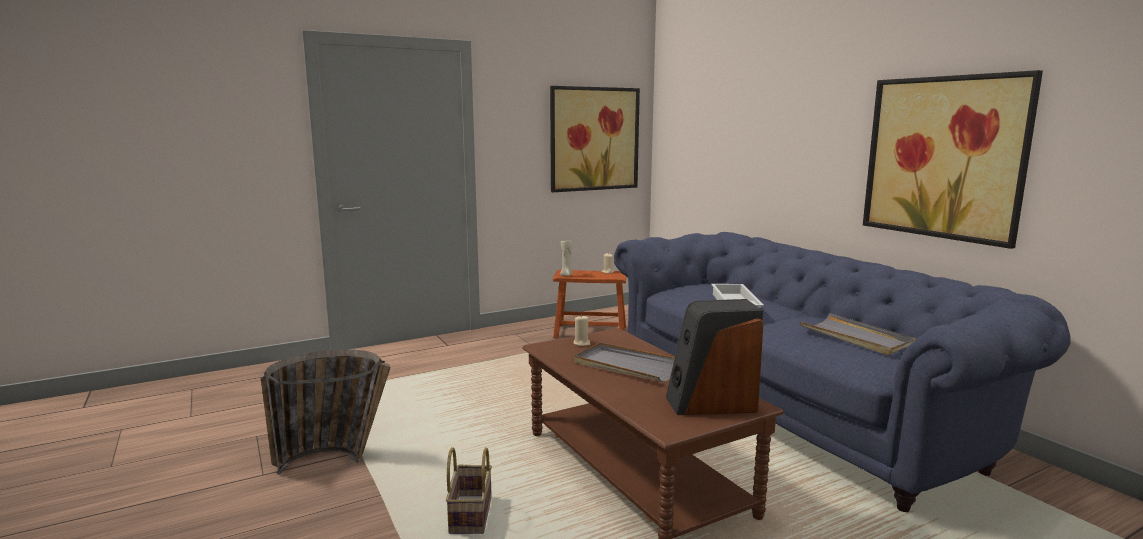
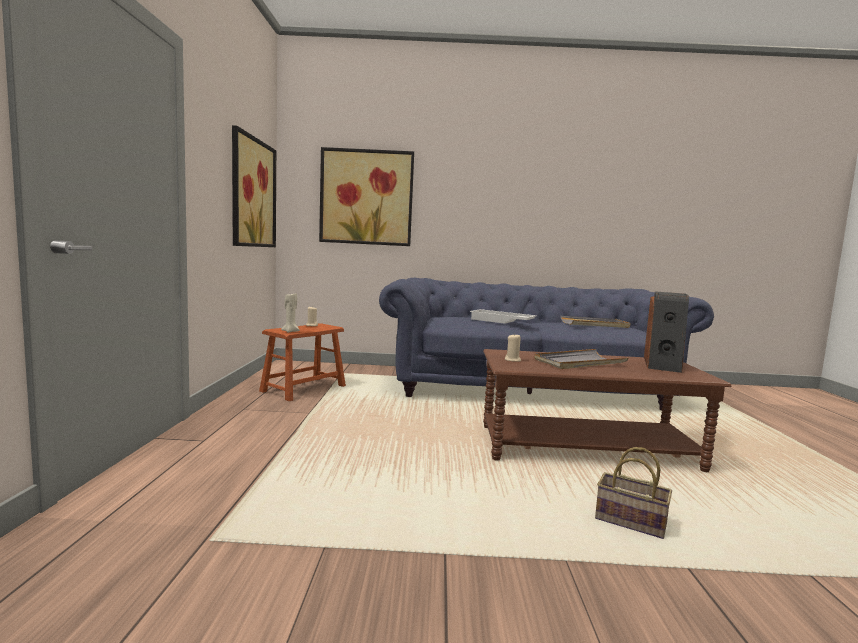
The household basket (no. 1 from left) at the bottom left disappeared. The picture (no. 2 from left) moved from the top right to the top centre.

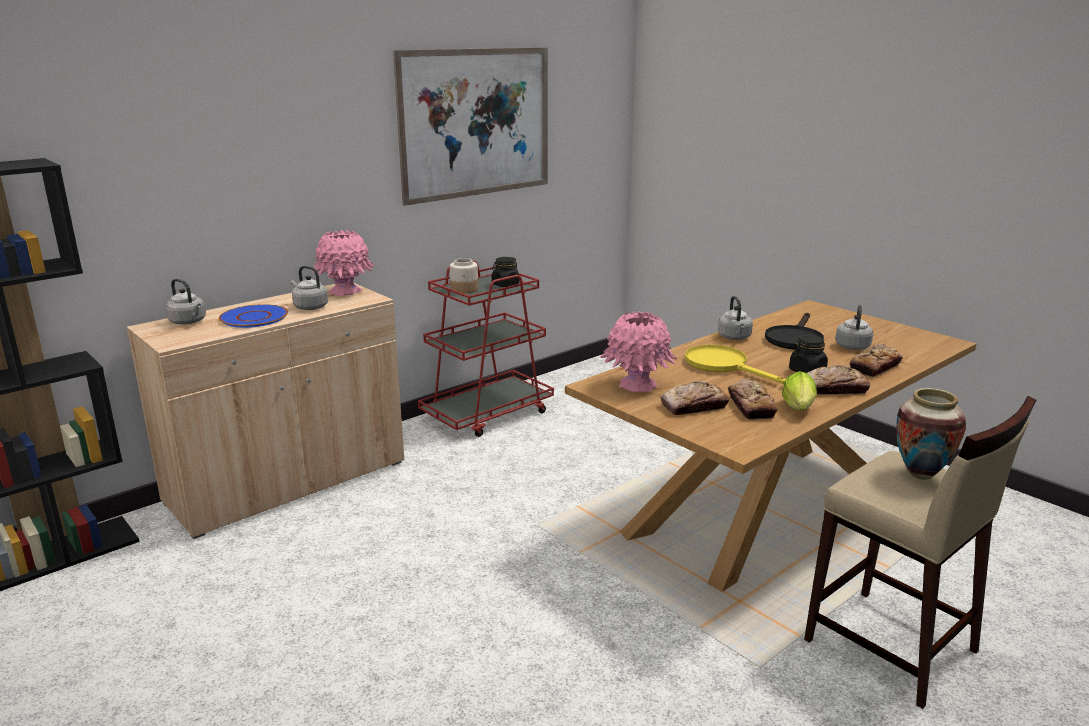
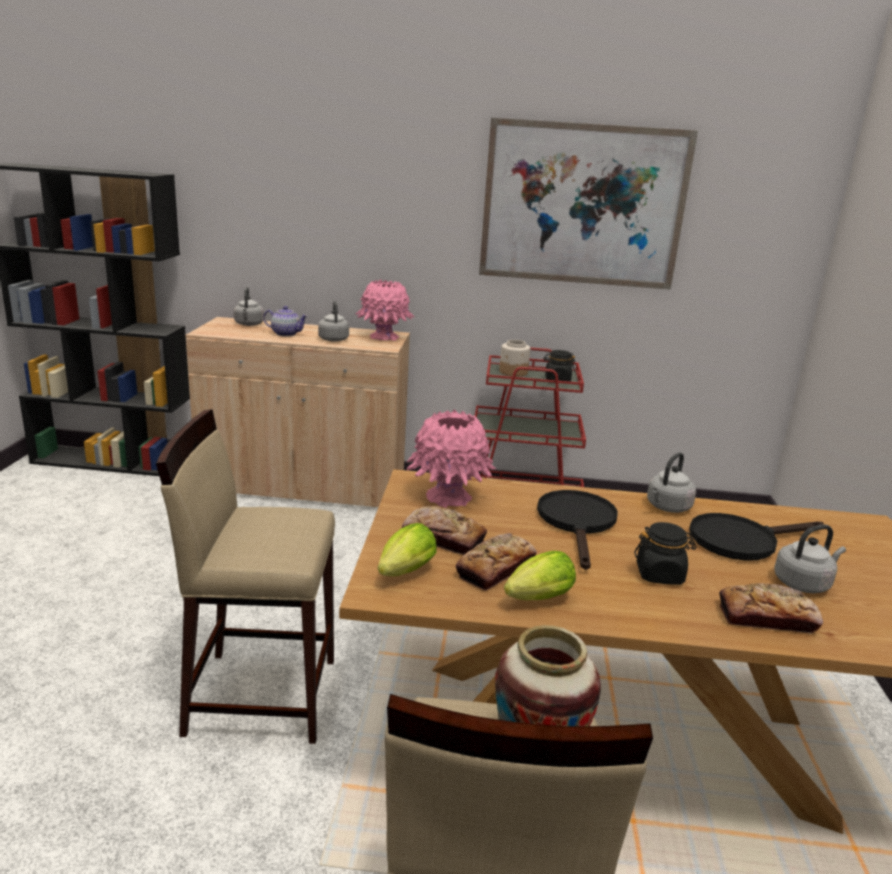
The bread (no. 3 from left) at the middle right disappeared. The beige sitting stool (no. 1 from left) at the middle left appeared. The lettuce (no. 1 from left) at the centre appeared. The blue flat dish at the middle left was replaced by the teapot at the middle left. The yellowish pan at the middle right became the blackish pan (no. 1 from left) at the centre.

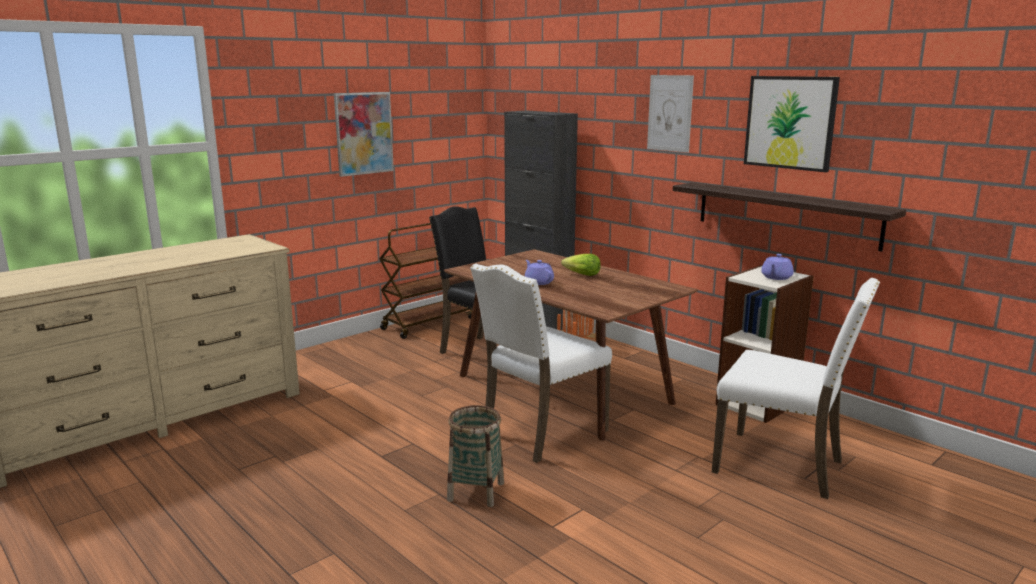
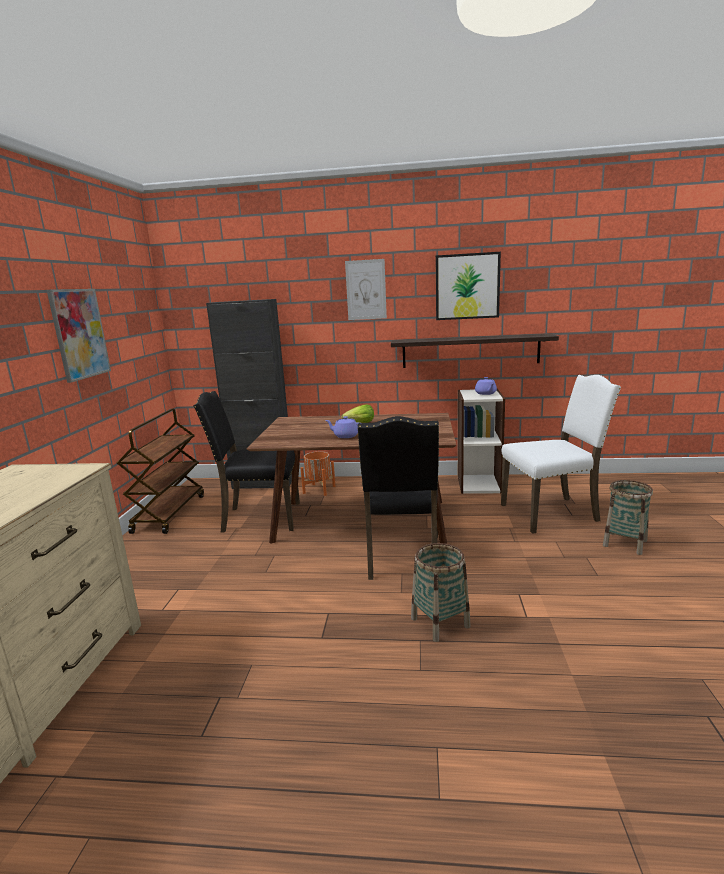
The household basket (no. 2 from left) at the middle right appeared. The white-coloured upright chair (no. 1 from left) at the centre became the blackish upright chair (no. 2 from left) at the centre.

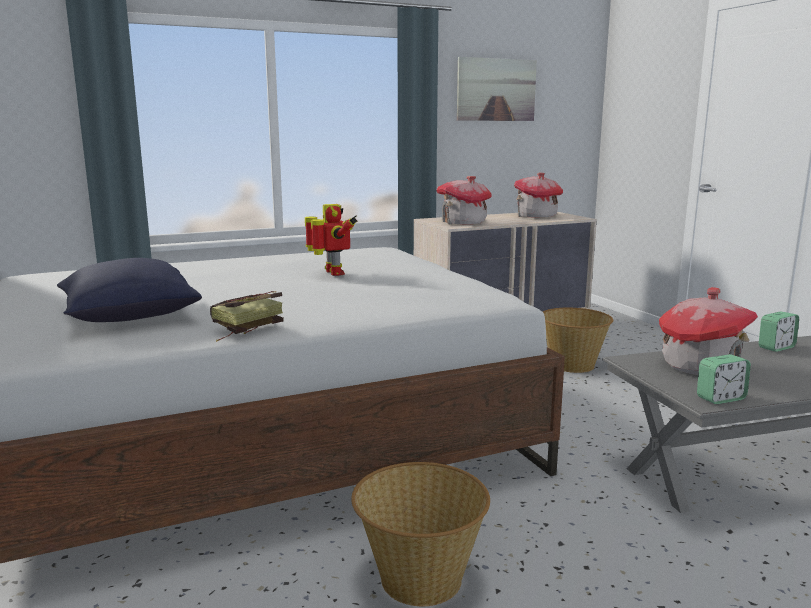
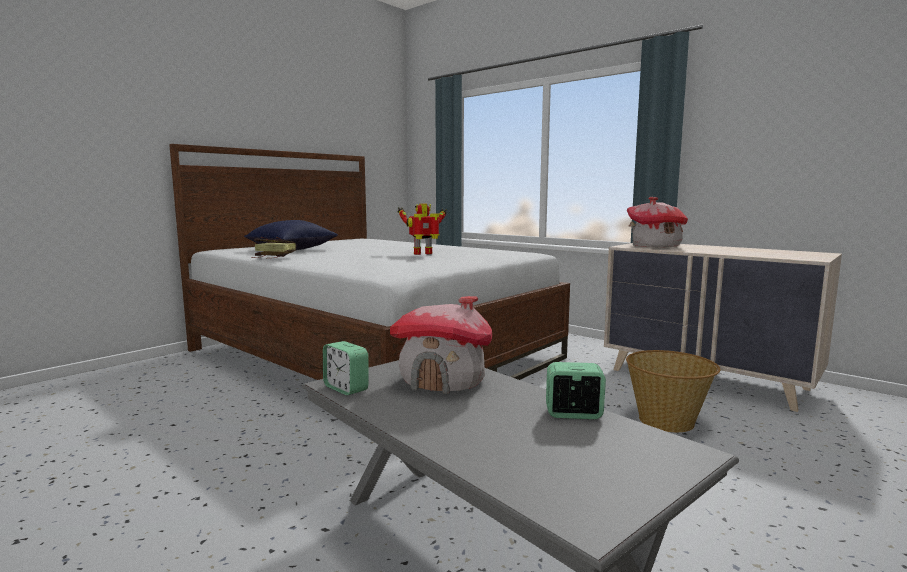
The household basket (no. 1 from left) at the bottom centre disappeared. The picture at the top centre disappeared. The miniature house (no. 2 from left) at the top centre disappeared. The toy robot at the centre turned 150 degrees counterclockwise. The table clock (no. 2 from left) at the middle right turned 150 degrees clockwise.

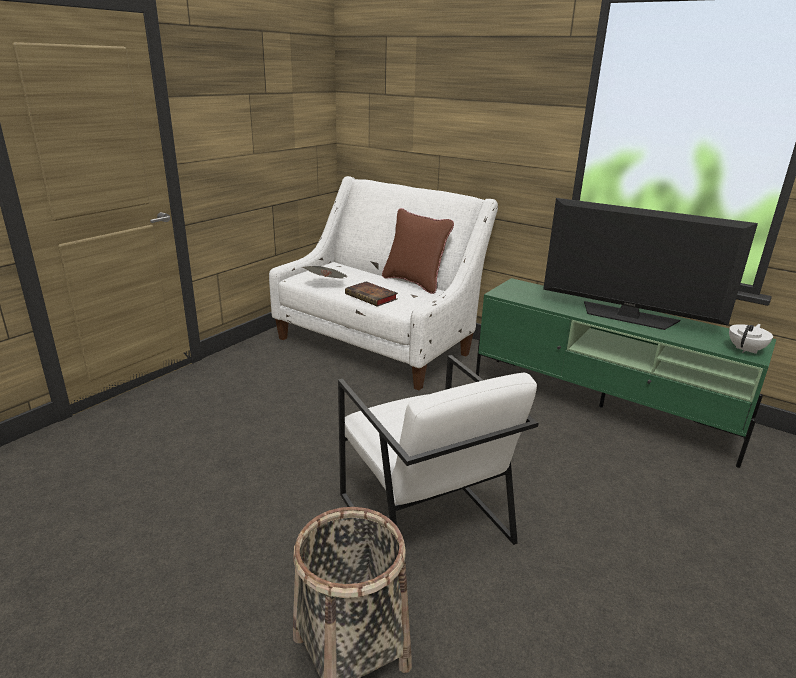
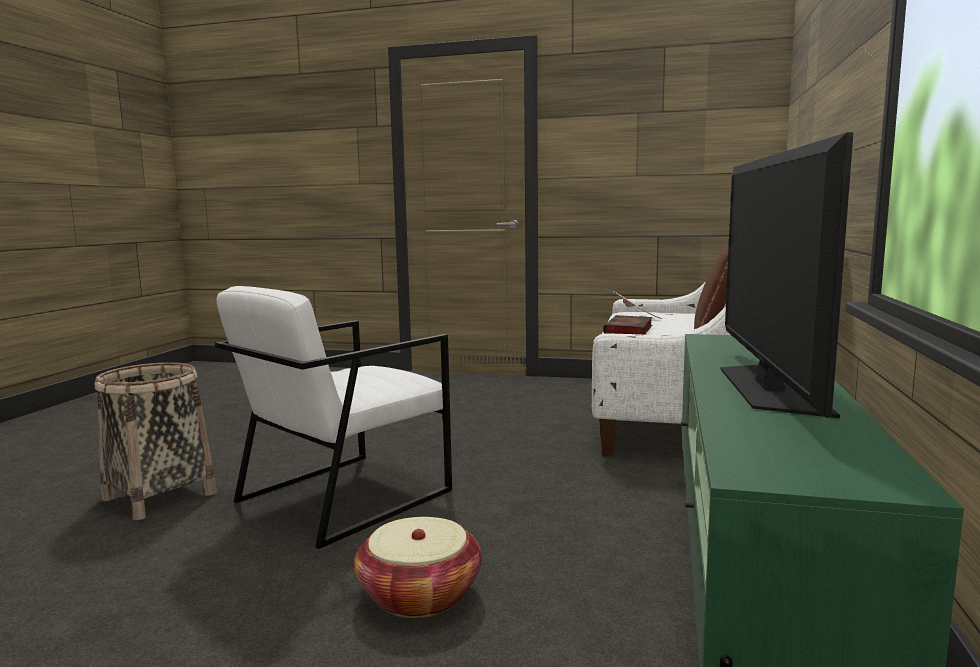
The white-coloured teapot at the middle right disappeared. The household basket (no. 2 from left) at the bottom centre appeared.

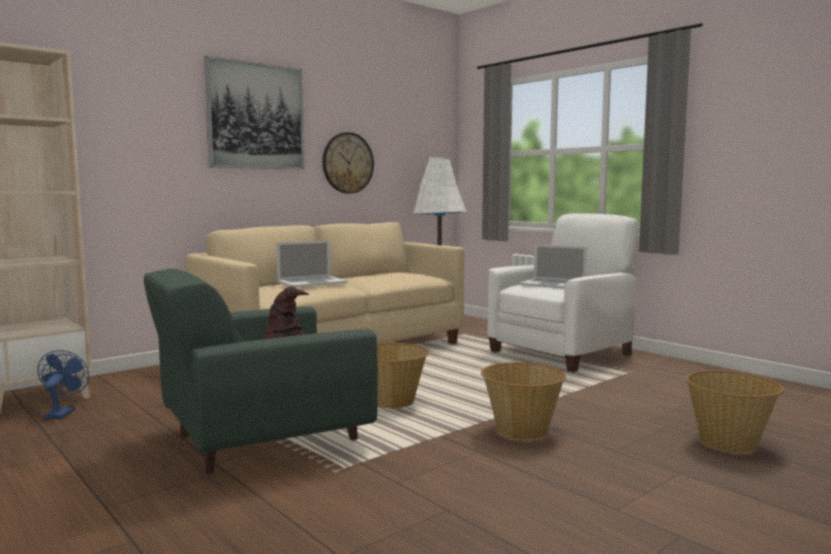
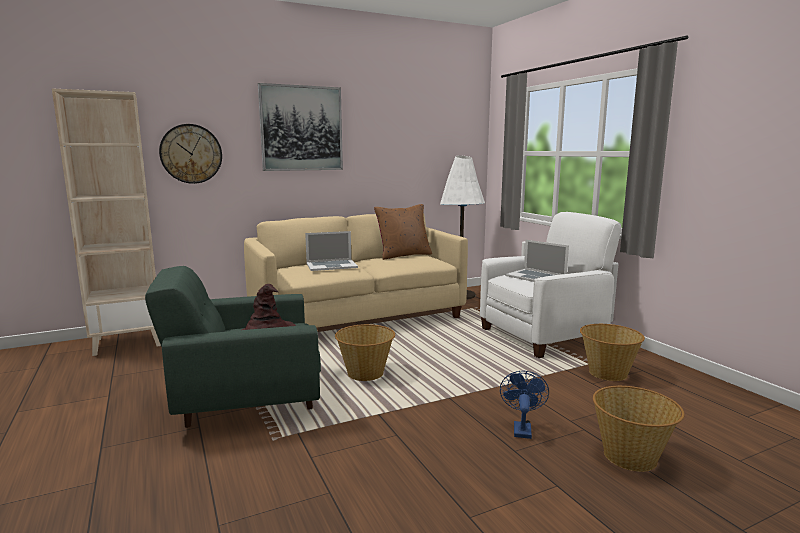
The brown throw pillow at the centre appeared. The blue fan moved from the bottom left to the bottom centre. The hanging clock moved from the top centre to the top left. The household basket (no. 2 from left) moved from the bottom centre to the middle right.

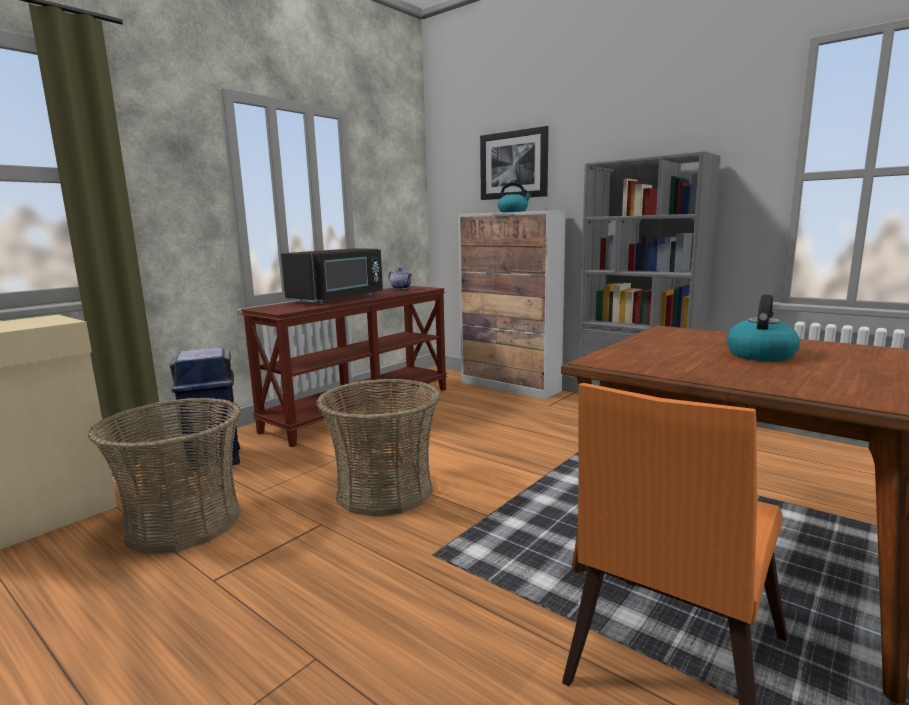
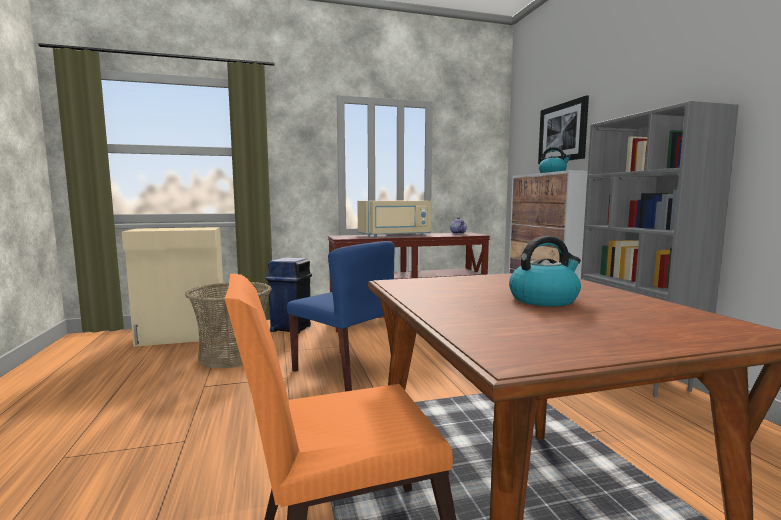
The household basket (no. 2 from left) at the centre was replaced by the blue upright chair at the centre. The blackish microwave at the centre became the beige microwave at the centre.

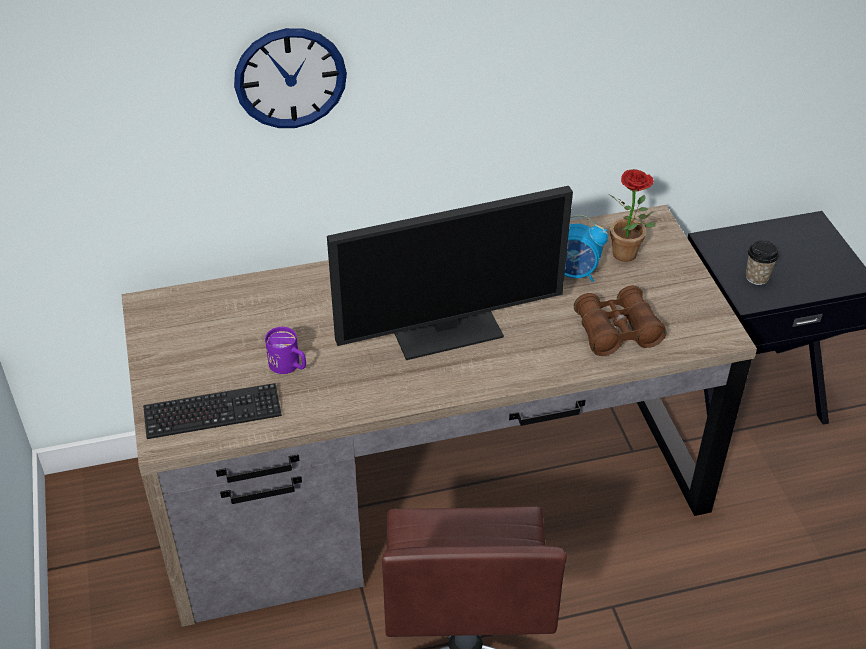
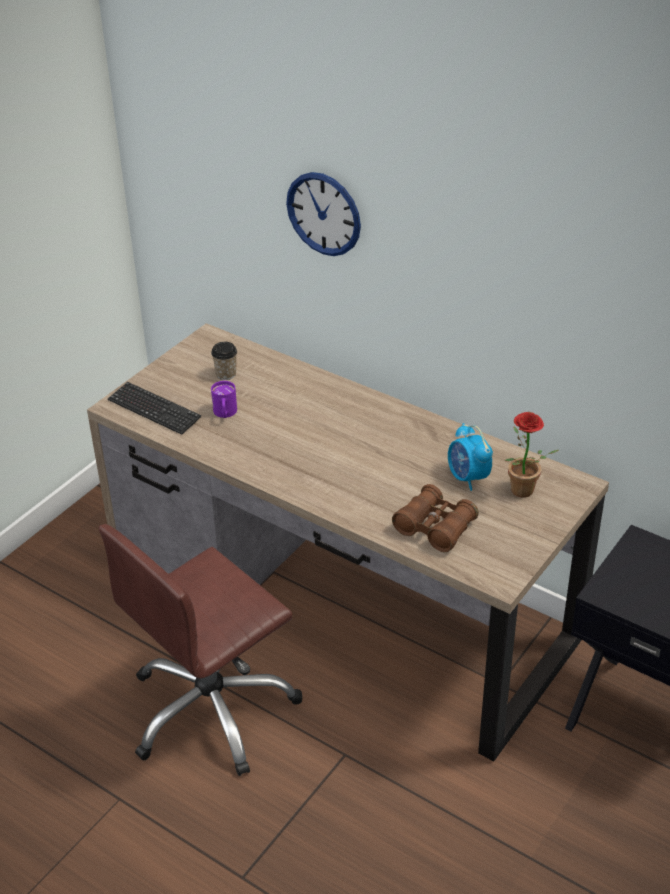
The computer display at the centre disappeared. The cup moved from the middle right to the centre.

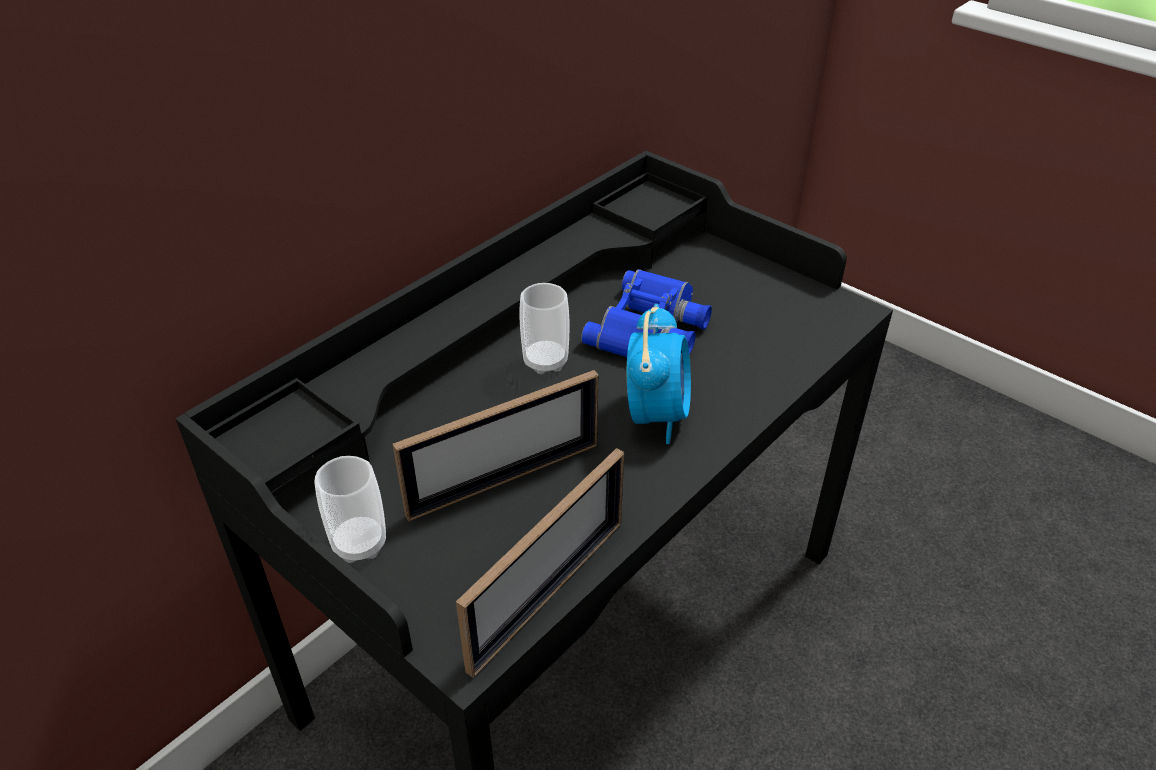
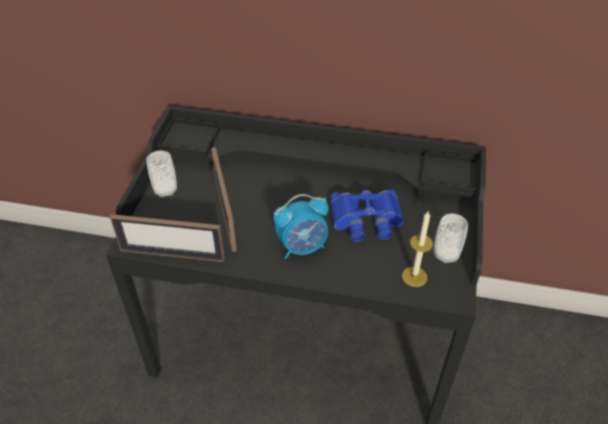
The candle at the middle right appeared. The cup (no. 2 from left) moved from the centre to the middle right. The picture frame (no. 1 from left in the first image) at the centre turned 45 degrees clockwise.

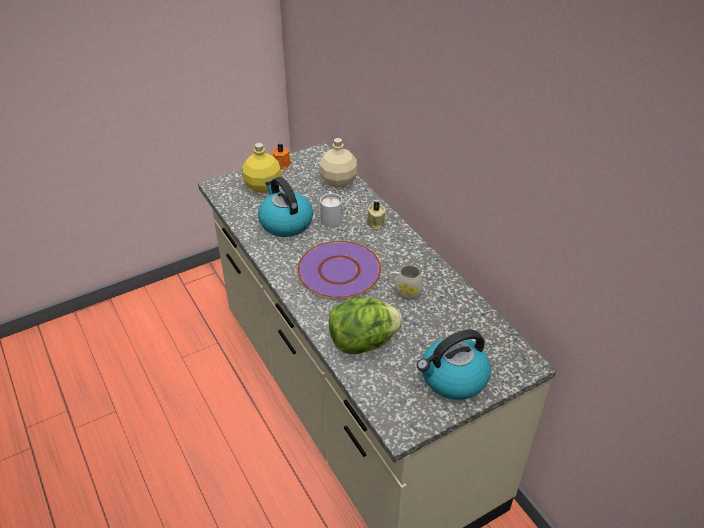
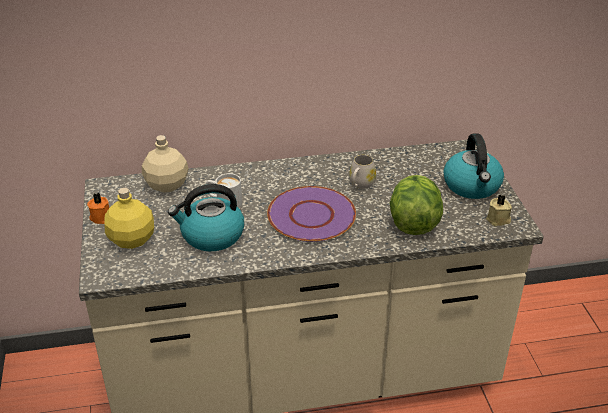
The beige candle moved from the centre to the middle right.

